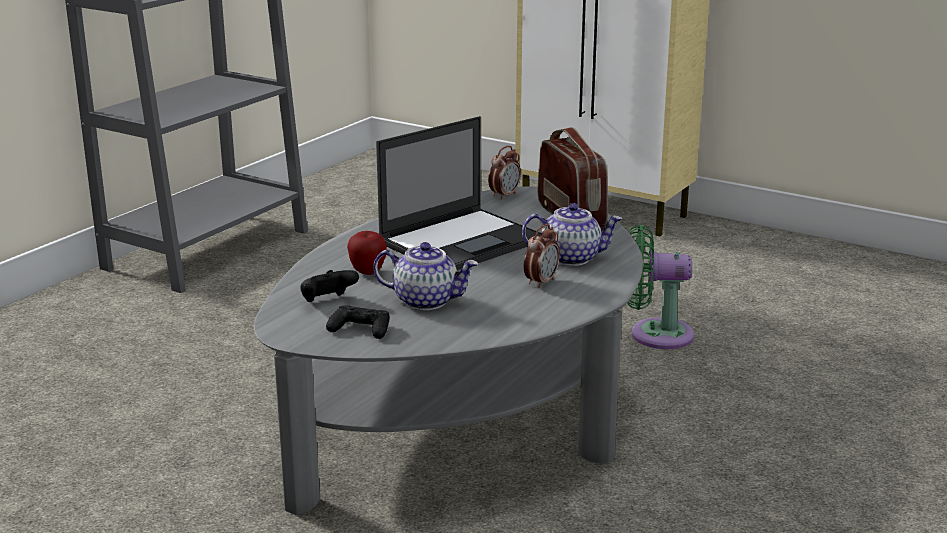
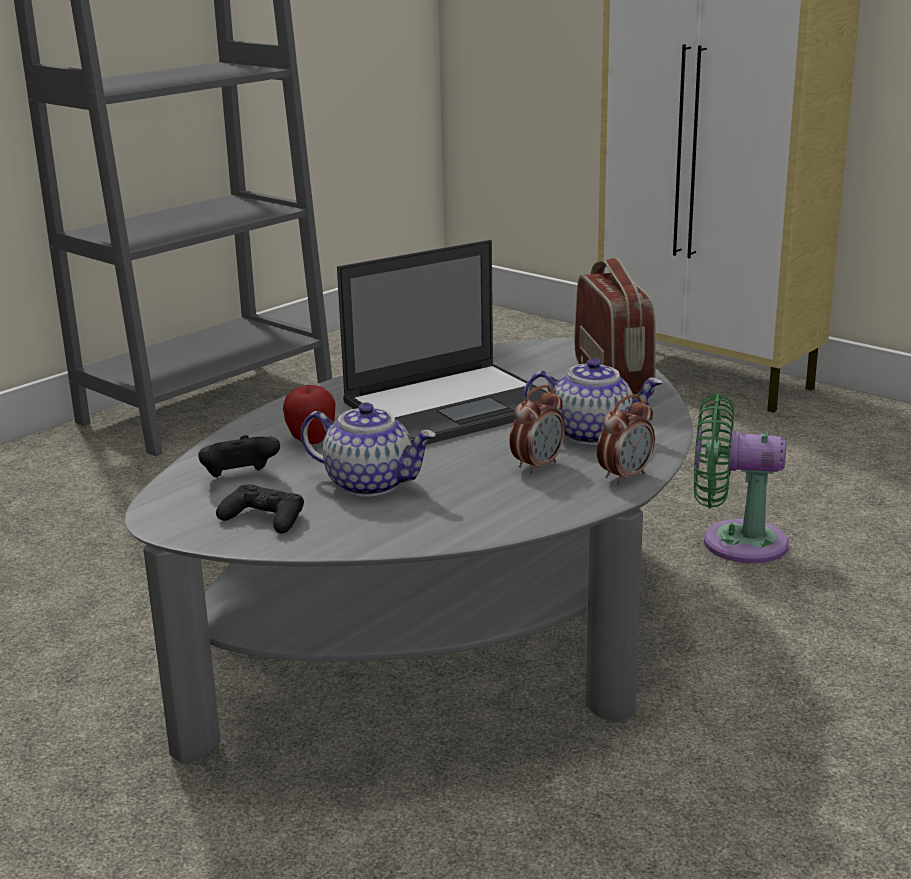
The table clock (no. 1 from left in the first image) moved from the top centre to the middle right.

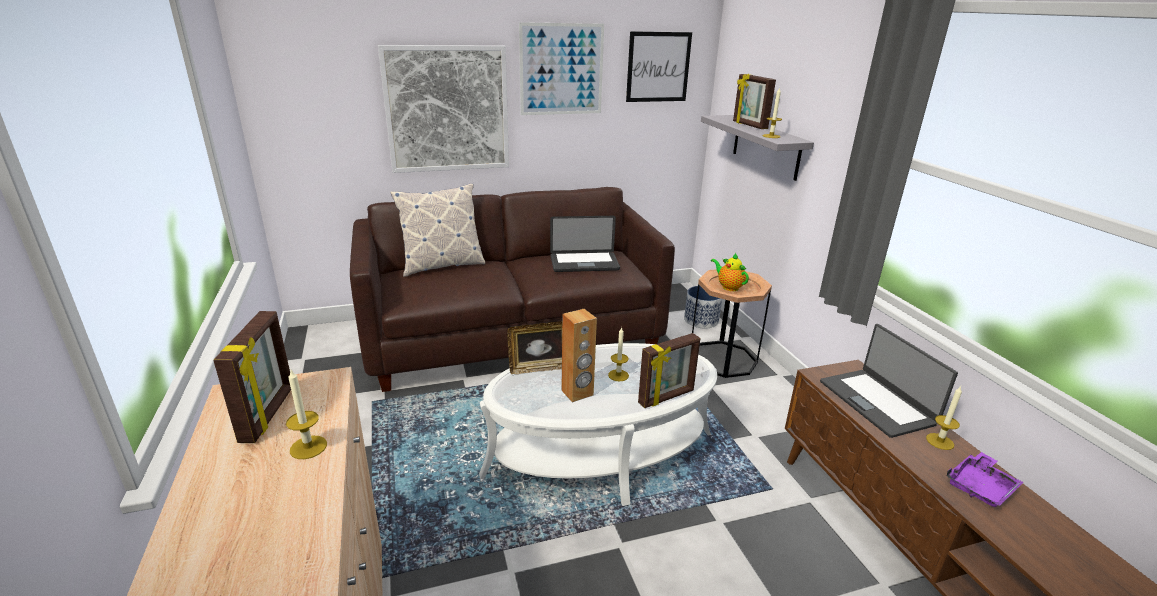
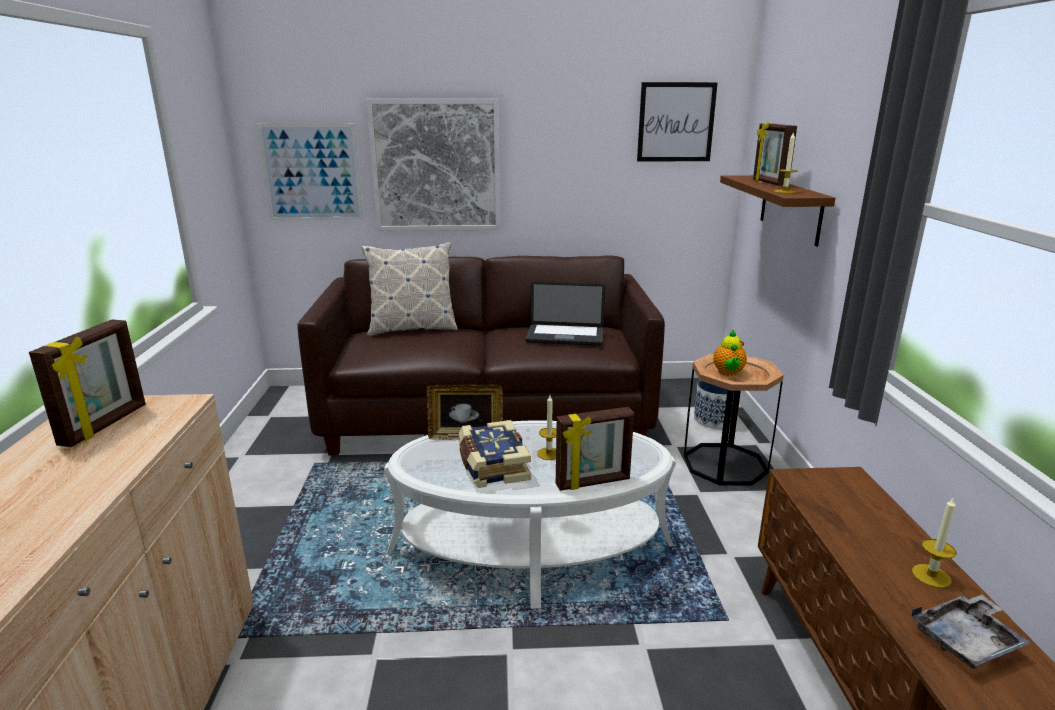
The candle (no. 1 from left) at the bottom left disappeared. The portable computer (no. 2 from left) at the middle right disappeared. The picture (no. 2 from left in the first image) moved from the top centre to the top left. The brown loudspeaker at the centre was replaced by the bound book at the centre. The greyish wall shelf at the top centre became the brown wall shelf at the top right. The purple carrying tray at the bottom right became the greyish carrying tray at the bottom right. The teapot at the centre turned 150 degrees counterclockwise.

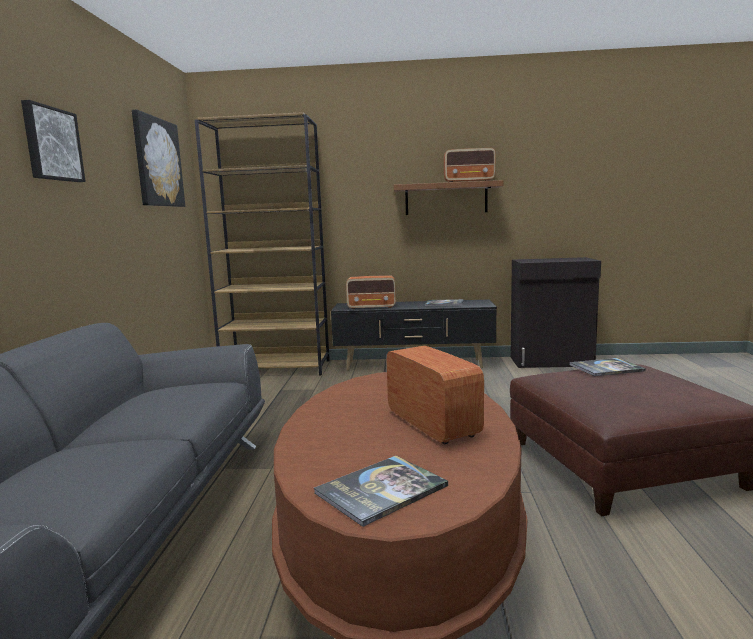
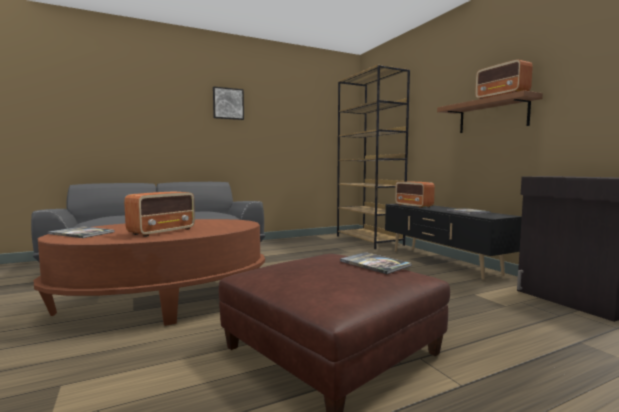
The picture (no. 2 from left) at the top left disappeared.

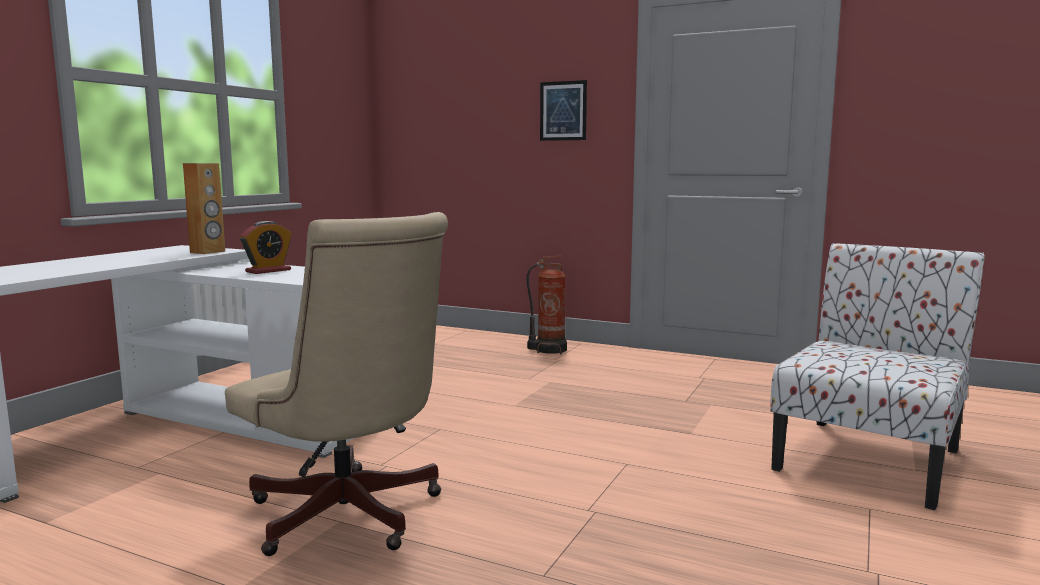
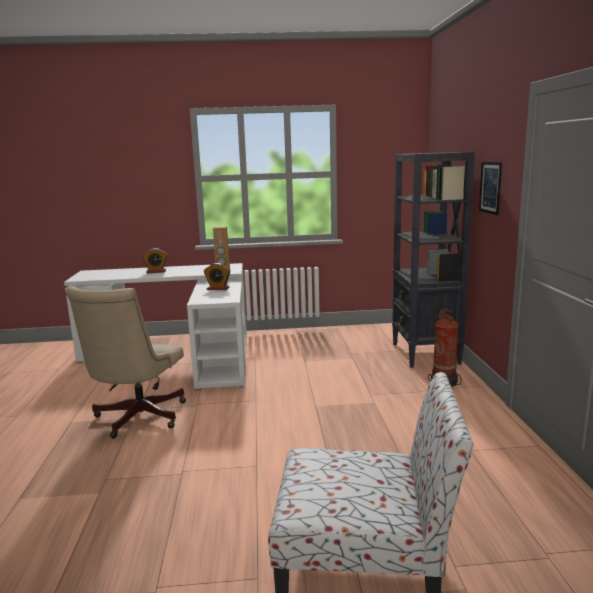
The table clock (no. 1 from left) at the middle left appeared. The blackish bookshelf at the middle right appeared.

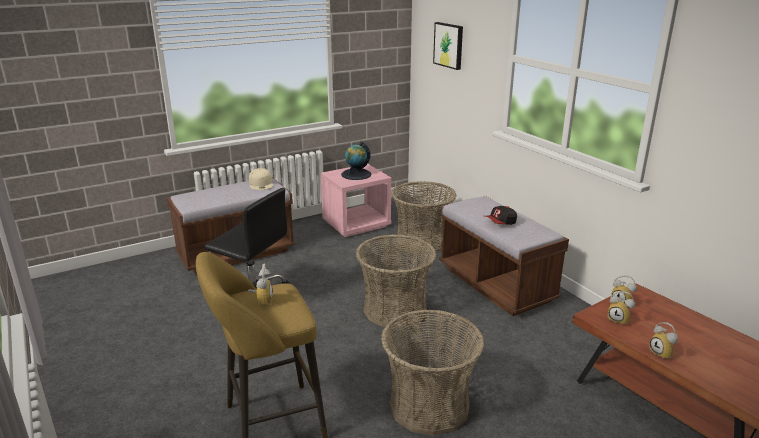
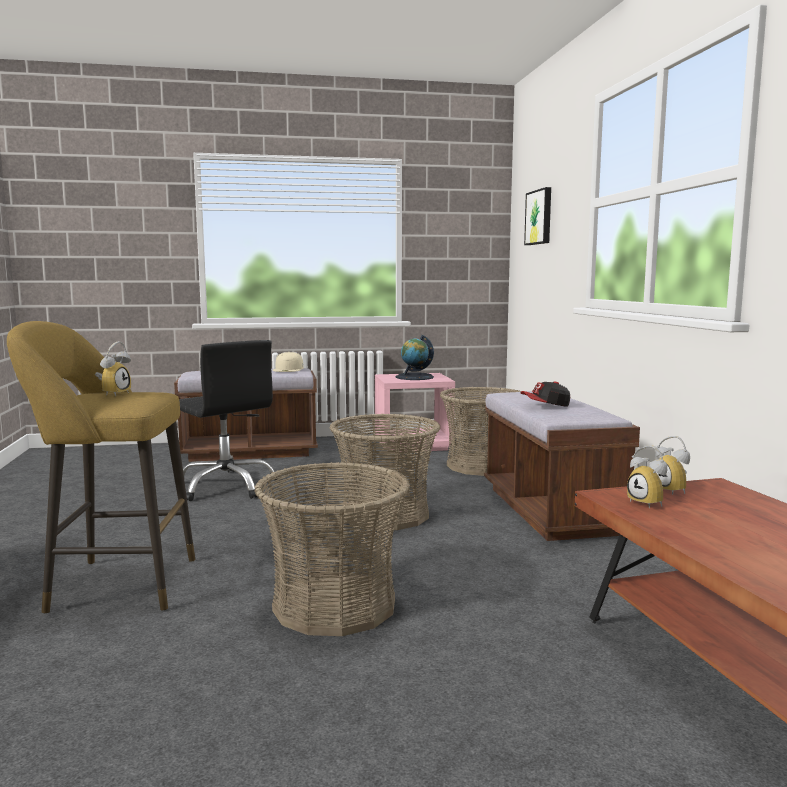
The table clock (no. 4 from left) at the bottom right disappeared.

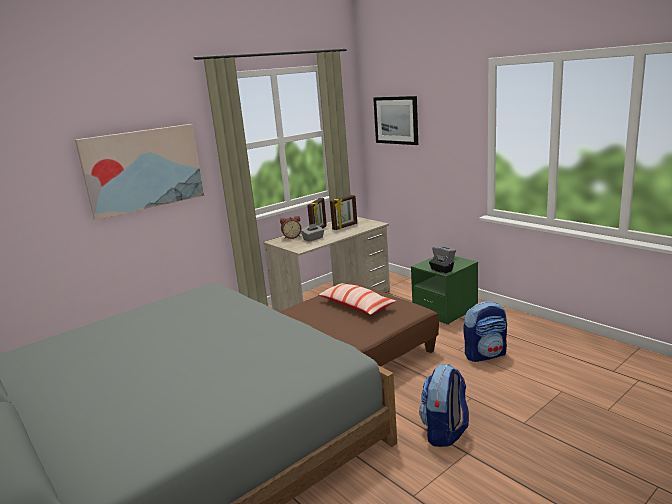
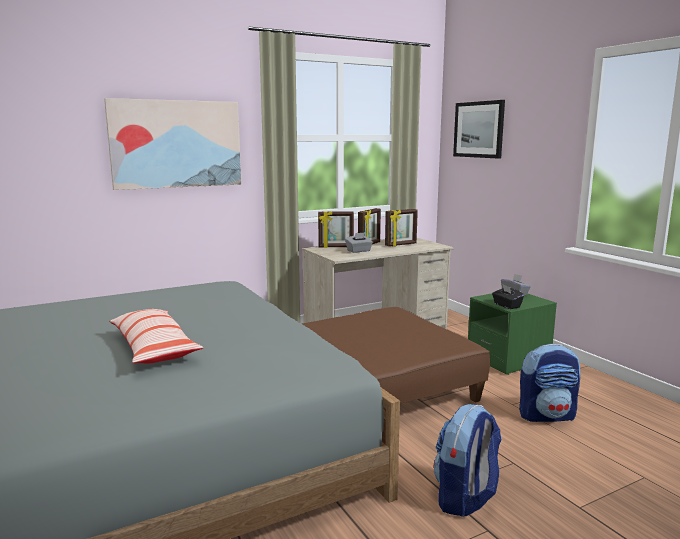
The throw pillow moved from the centre to the middle left. The table clock at the centre was replaced by the picture frame (no. 1 from left) at the centre.

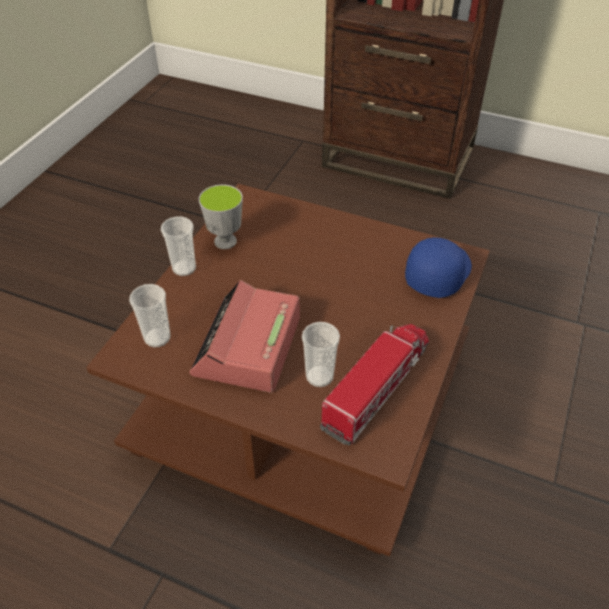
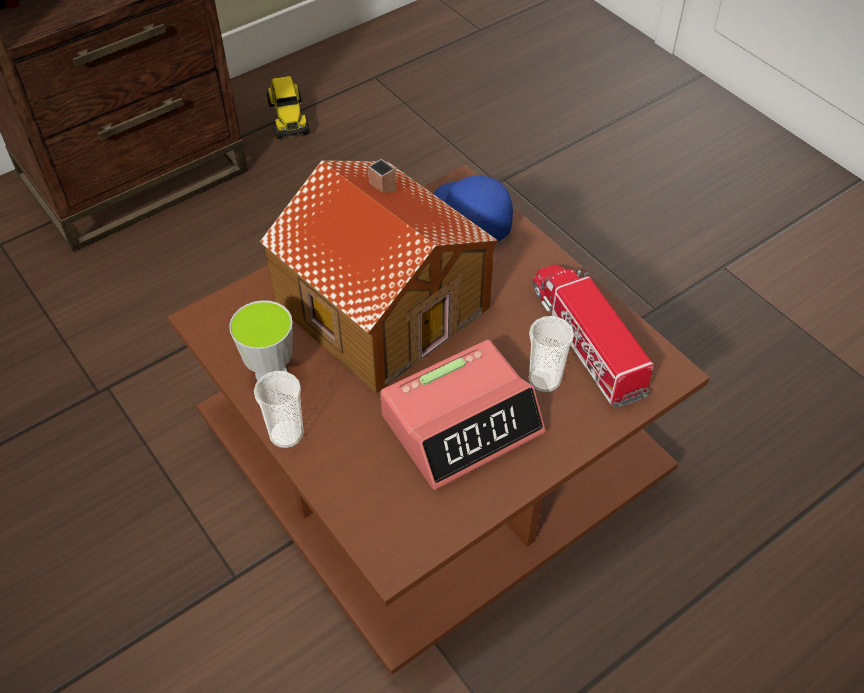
The cup (no. 1 from left) at the middle left disappeared. The miniature house at the centre appeared. The toy truck (no. 1 from left) at the top centre appeared. The table clock at the centre turned 75 degrees counterclockwise.

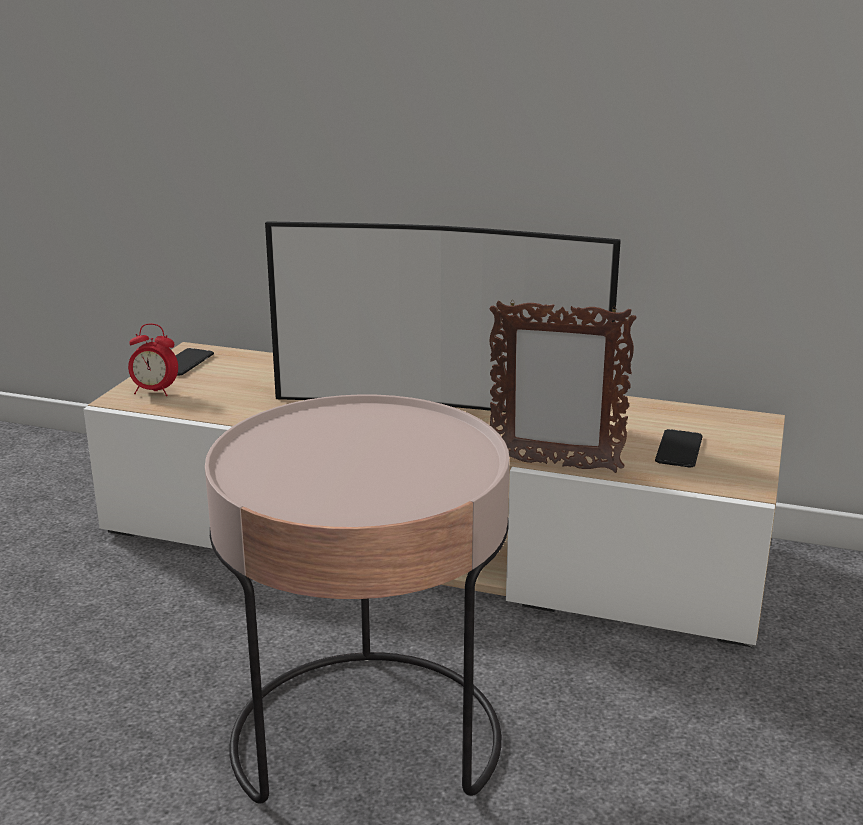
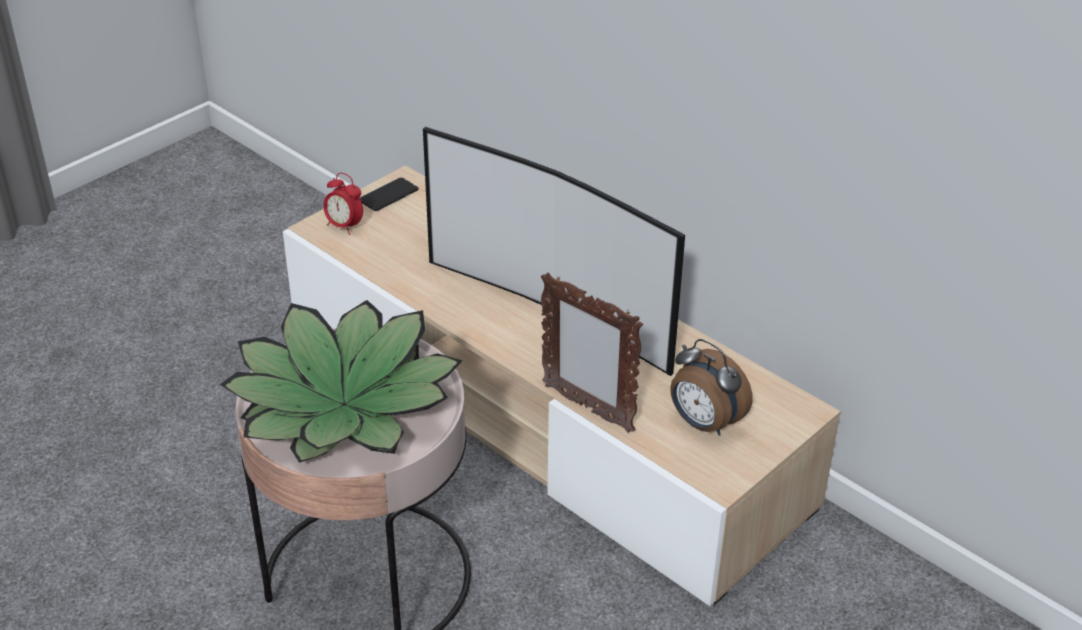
The plant in a pot at the middle left appeared. The handset (no. 2 from left) at the middle right was replaced by the table clock (no. 2 from left) at the centre.

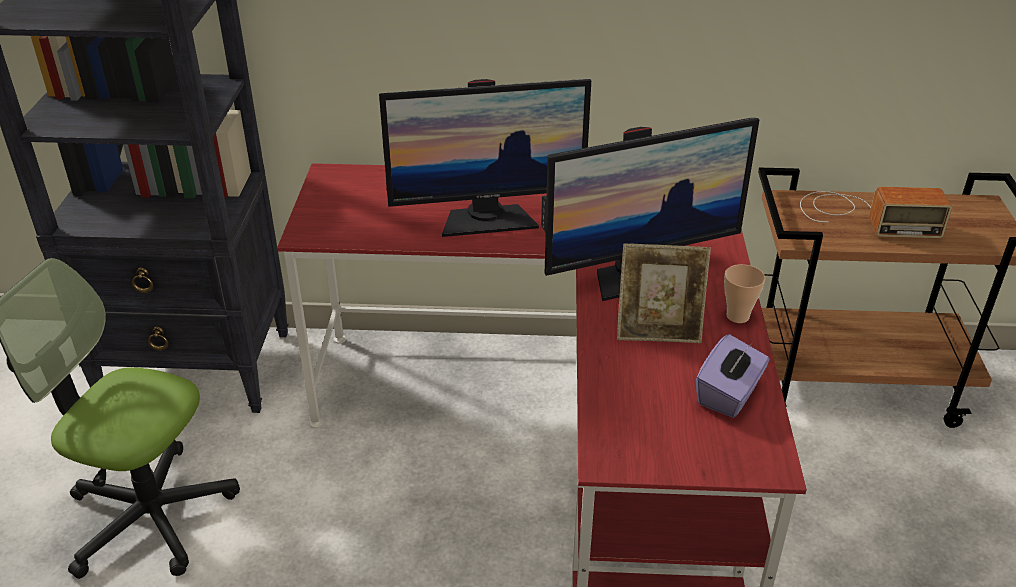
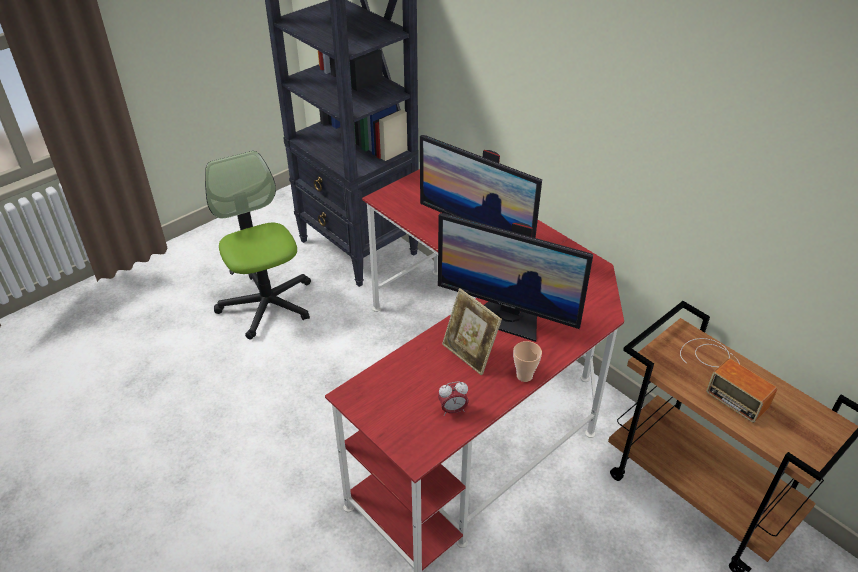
The purple box of tissues at the middle right was replaced by the table clock at the bottom centre.

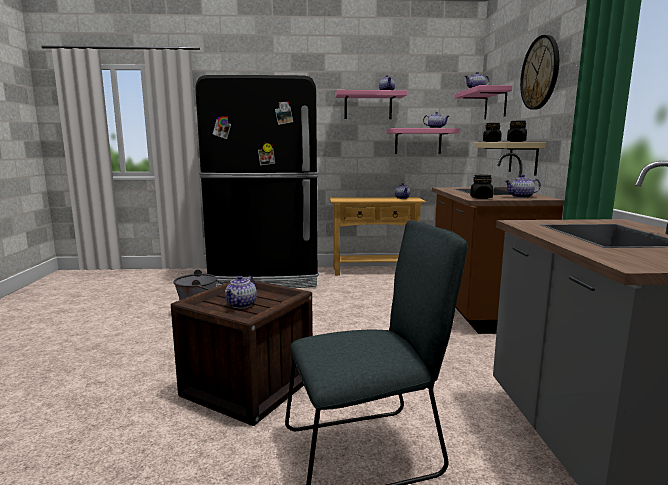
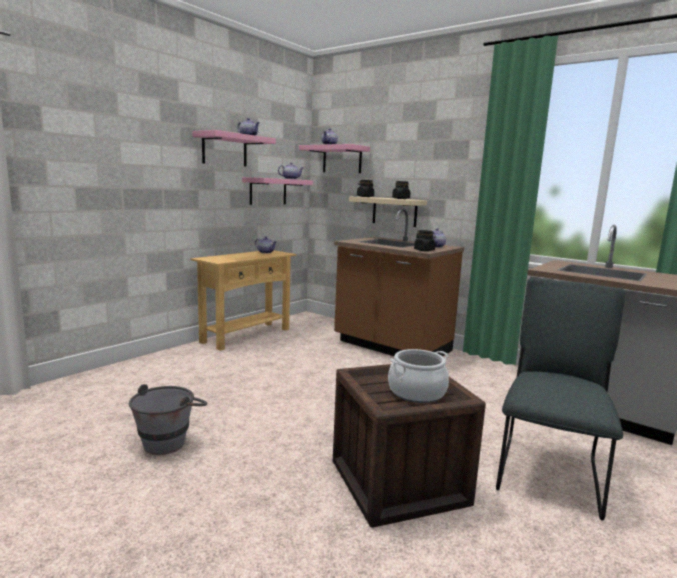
The blackish fridge at the centre disappeared. The hanging clock at the top right disappeared. The teapot (no. 1 from left) at the centre was replaced by the cooking pot at the centre.

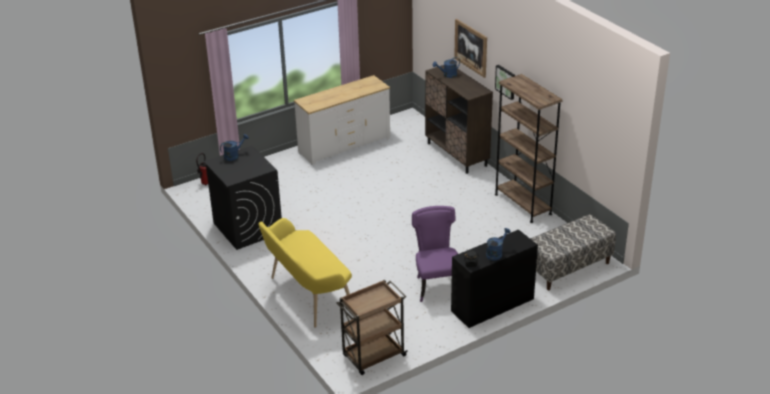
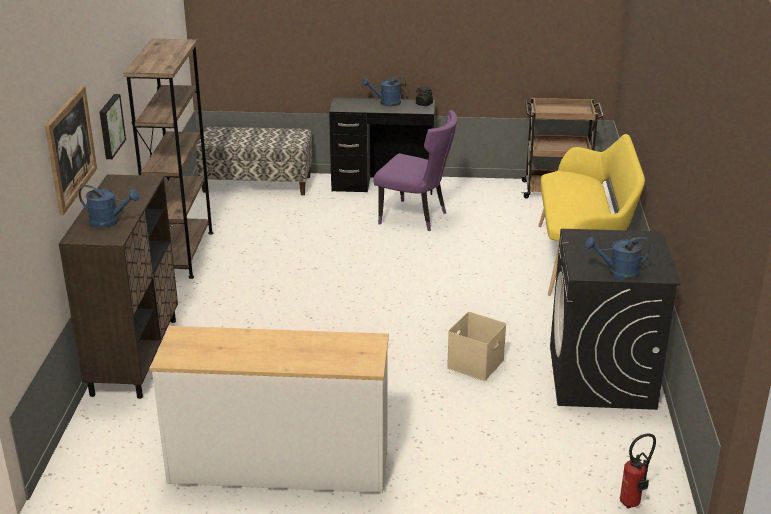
The beige storage container at the bottom centre appeared. The purple upright chair at the centre turned 90 degrees counterclockwise.

